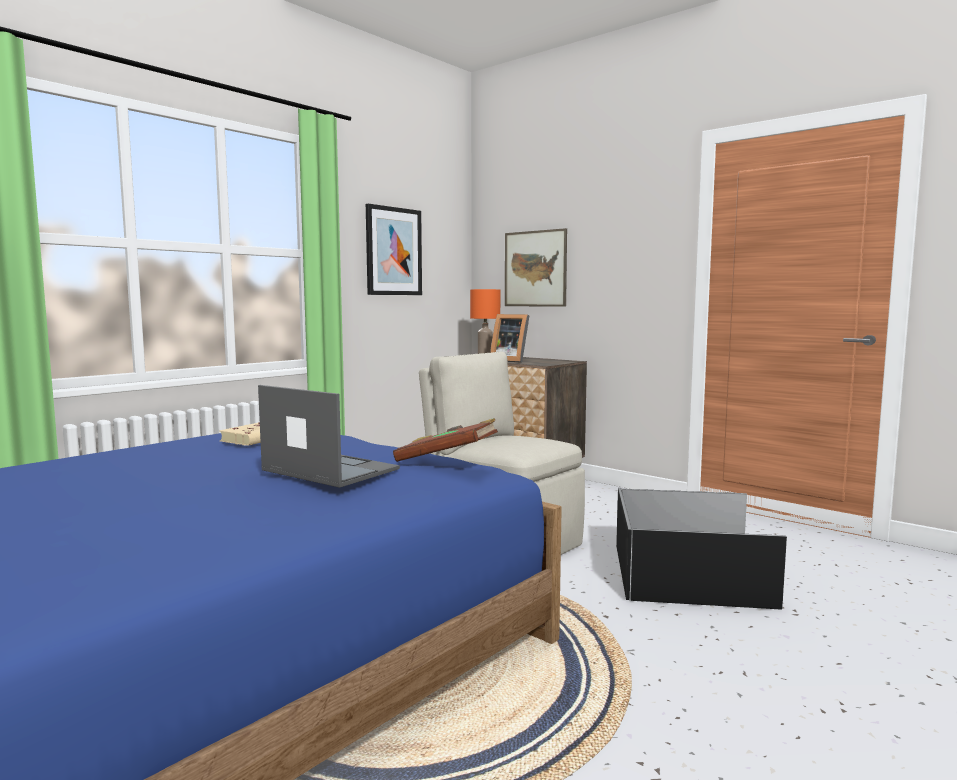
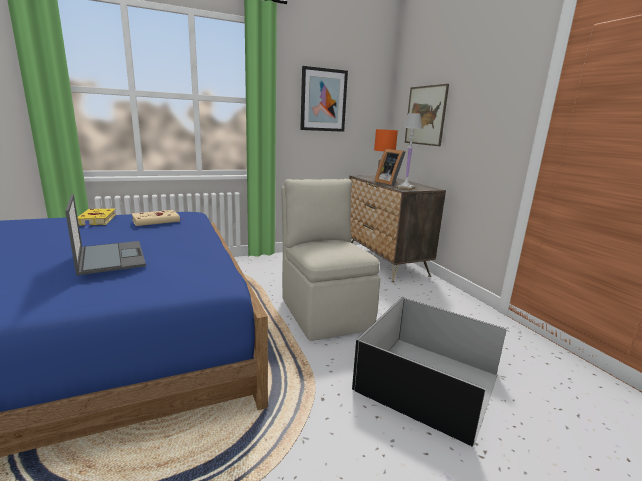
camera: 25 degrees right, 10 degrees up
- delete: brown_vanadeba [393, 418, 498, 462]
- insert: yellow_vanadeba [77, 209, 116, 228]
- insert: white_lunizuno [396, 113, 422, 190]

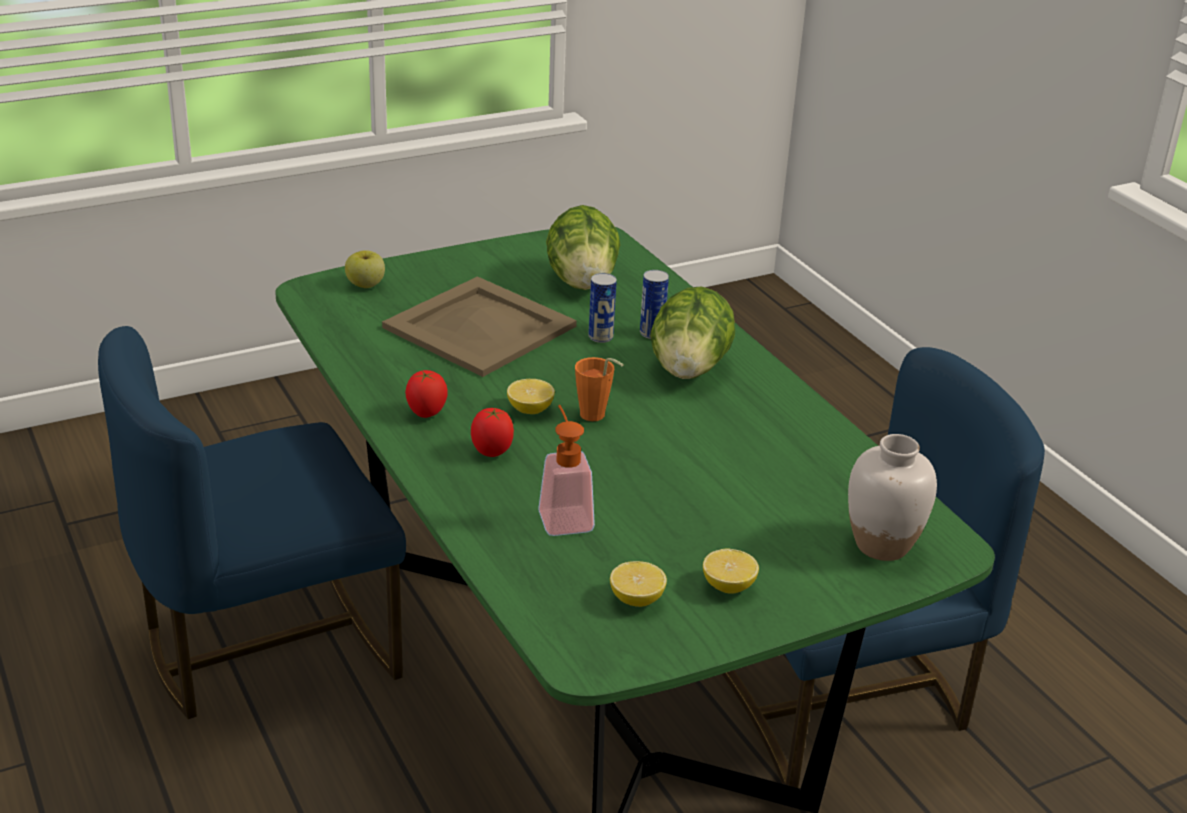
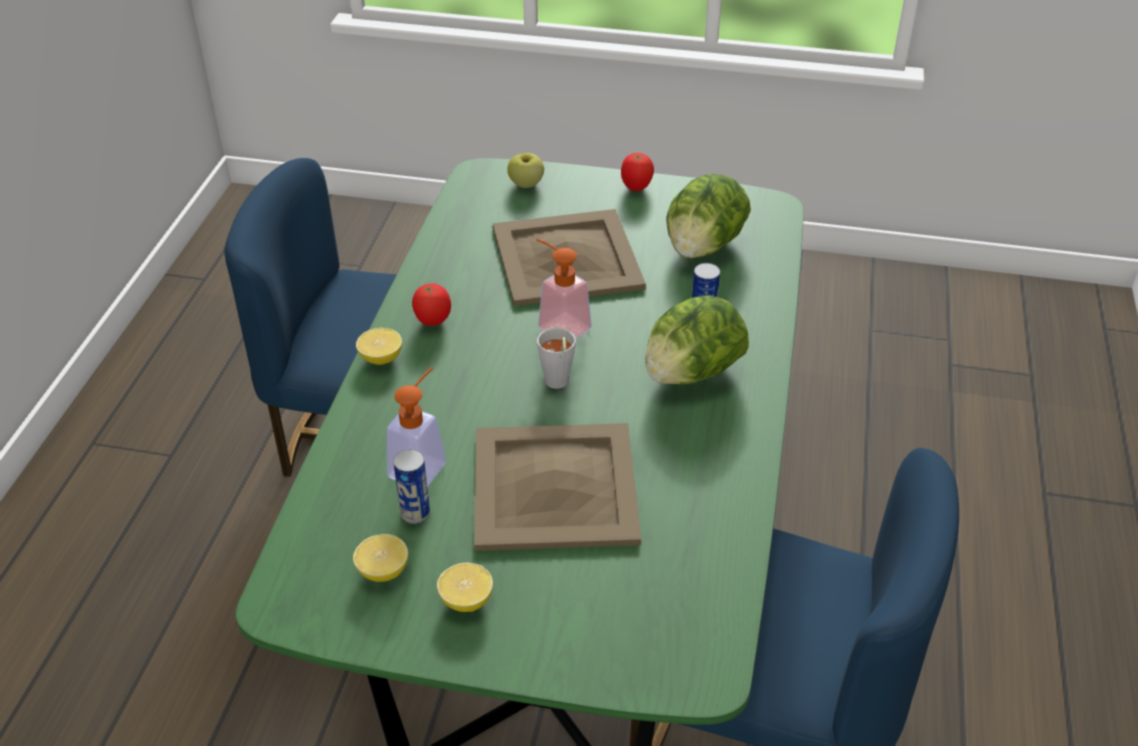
camera: 40 degrees right, 10 degrees up
- move: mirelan [471, 408, 514, 457] to [621, 153, 654, 191]
- move: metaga [507, 379, 555, 414] to [356, 327, 402, 365]
- recolor: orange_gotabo [575, 357, 624, 421] to grey_gotabo [537, 327, 576, 389]
- move: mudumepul [588, 273, 617, 343] to [393, 449, 430, 524]
- delete: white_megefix [848, 434, 937, 561]
- insert: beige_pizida [474, 423, 641, 551]
- insert: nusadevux [536, 239, 592, 338]

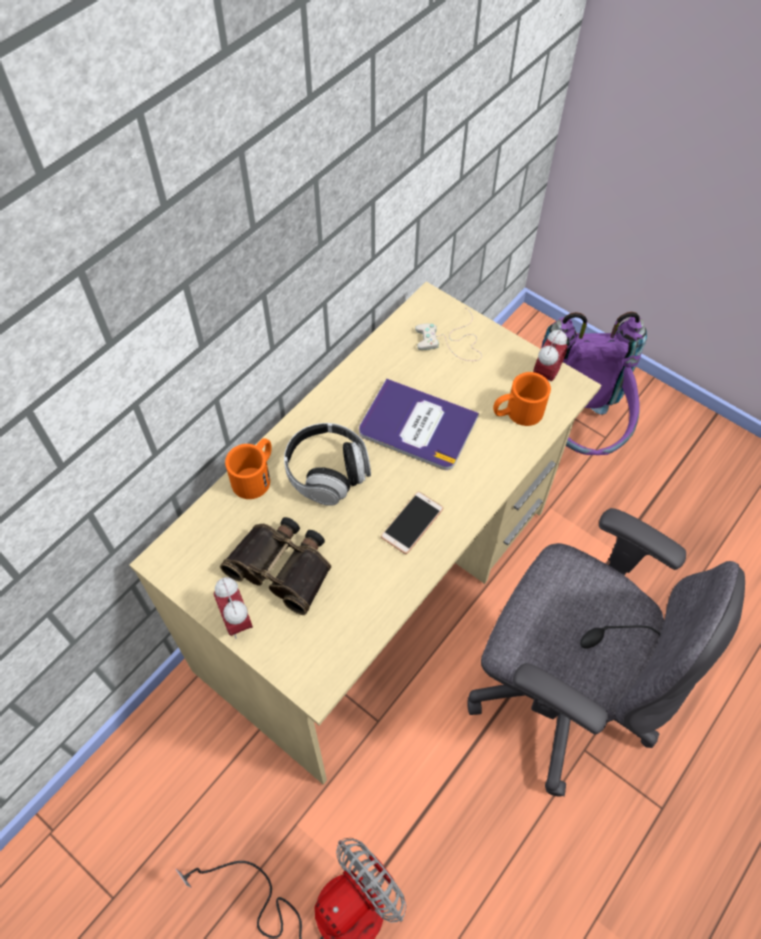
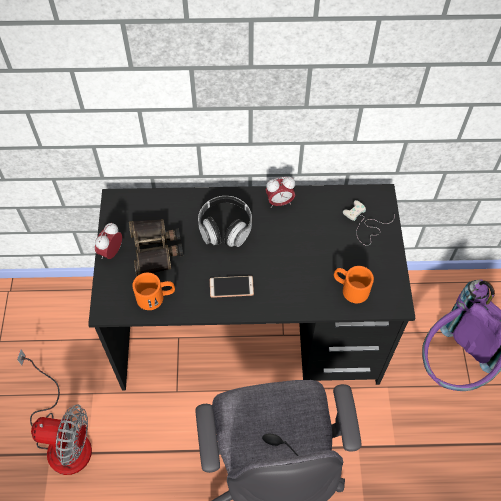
camera: 50 degrees right, 0 degrees up
- recolor: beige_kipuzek [129, 282, 601, 785] to black_kipuzek [88, 184, 416, 390]
- move: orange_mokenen [225, 438, 272, 499] to [132, 273, 175, 310]
- delete: vanadeba [359, 378, 479, 470]
- move: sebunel [533, 329, 568, 381] to [266, 177, 295, 208]

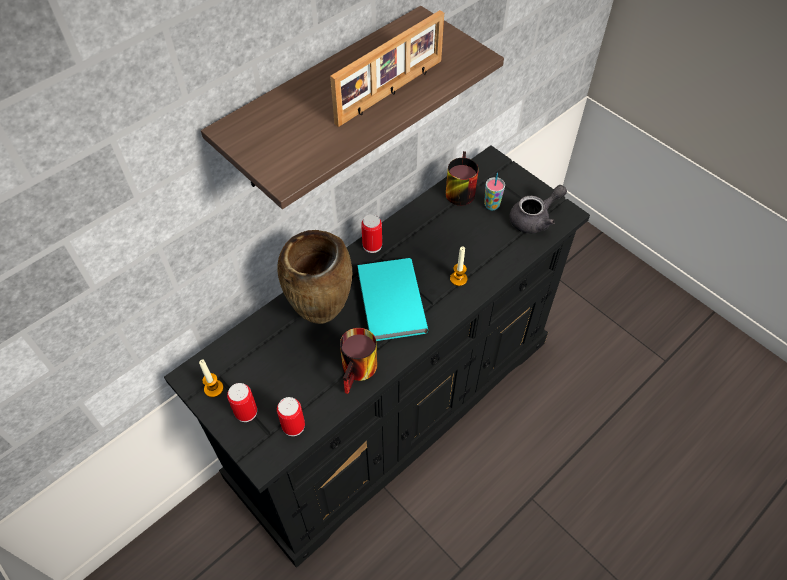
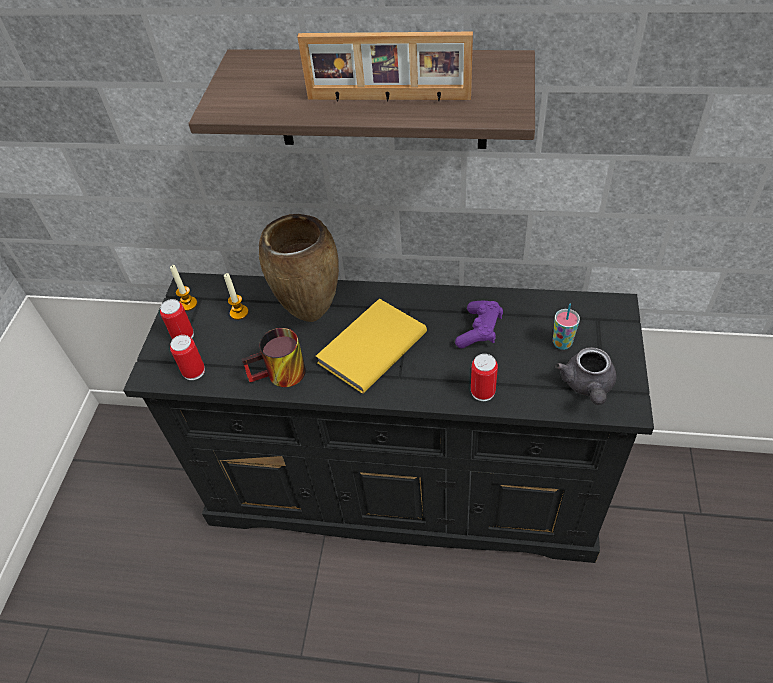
camera: 55 degrees right, 5 degrees down
- recolor: turquoise_vanadeba [358, 258, 428, 341] to yellow_vanadeba [316, 299, 427, 394]
- move: mudumepul [361, 214, 382, 253] to [471, 354, 498, 401]
- delete: mokenen [446, 151, 479, 206]
- move: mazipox [450, 247, 468, 286] to [224, 273, 249, 320]
- rotate: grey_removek [509, 185, 567, 234] = [555, 347, 617, 405] 75 degrees clockwise
- insert: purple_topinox [455, 301, 503, 348]

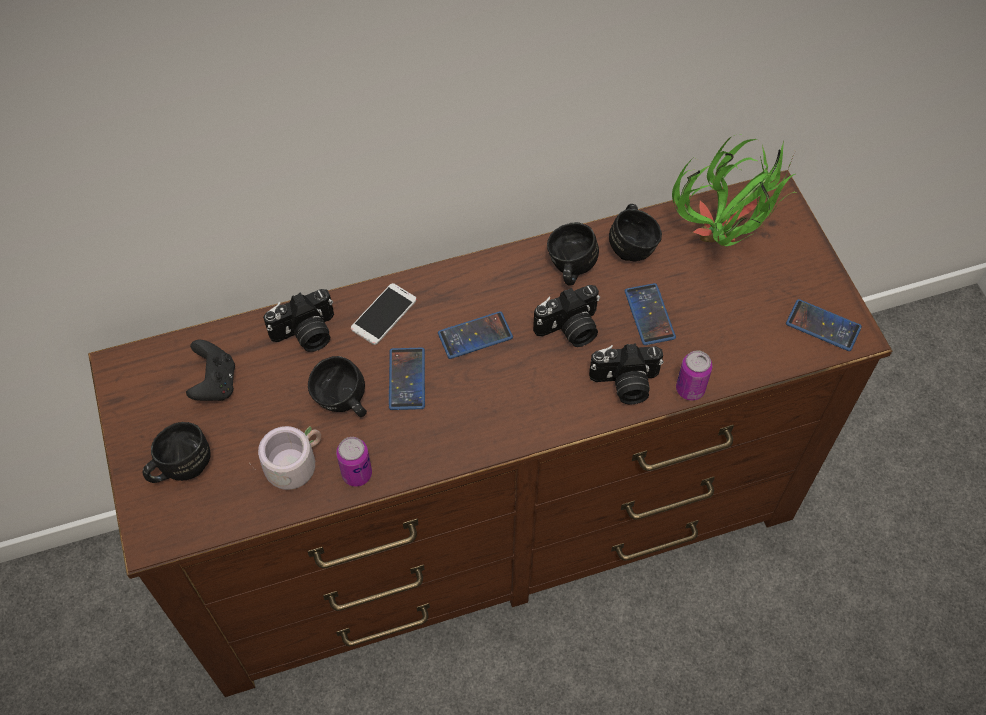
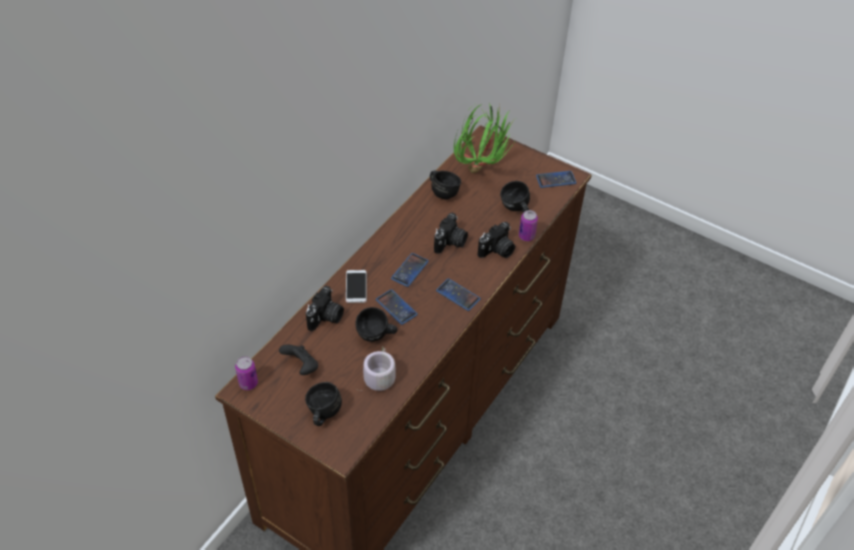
camera: 40 degrees left, 10 degrees down
- move: mudumepul [336, 437, 372, 487] to [235, 356, 258, 390]
- move: black_mokenen [547, 222, 599, 285] to [500, 181, 530, 213]
- move: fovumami [625, 283, 676, 345] to [436, 278, 481, 311]

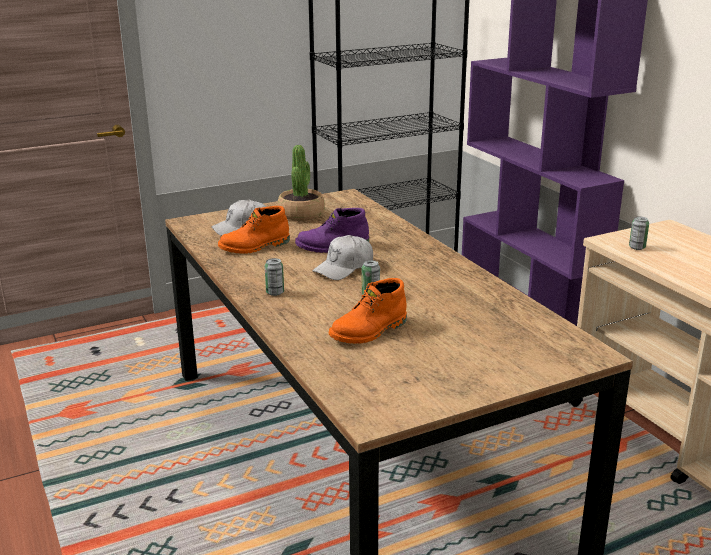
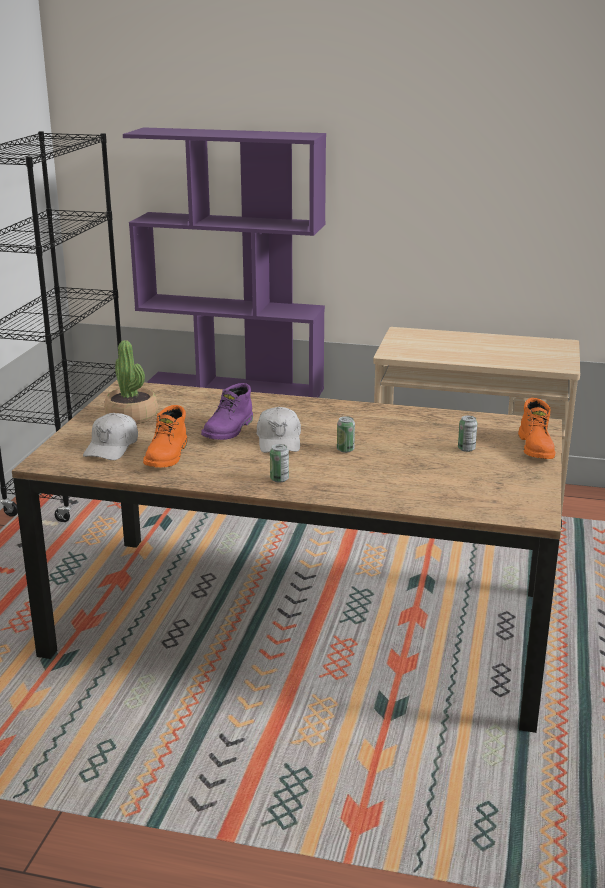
camera: 50 degrees left, 0 degrees up
- move: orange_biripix [329, 278, 407, 344] to [518, 398, 556, 459]
- move: mudumepul [629, 216, 649, 250] to [458, 416, 477, 452]

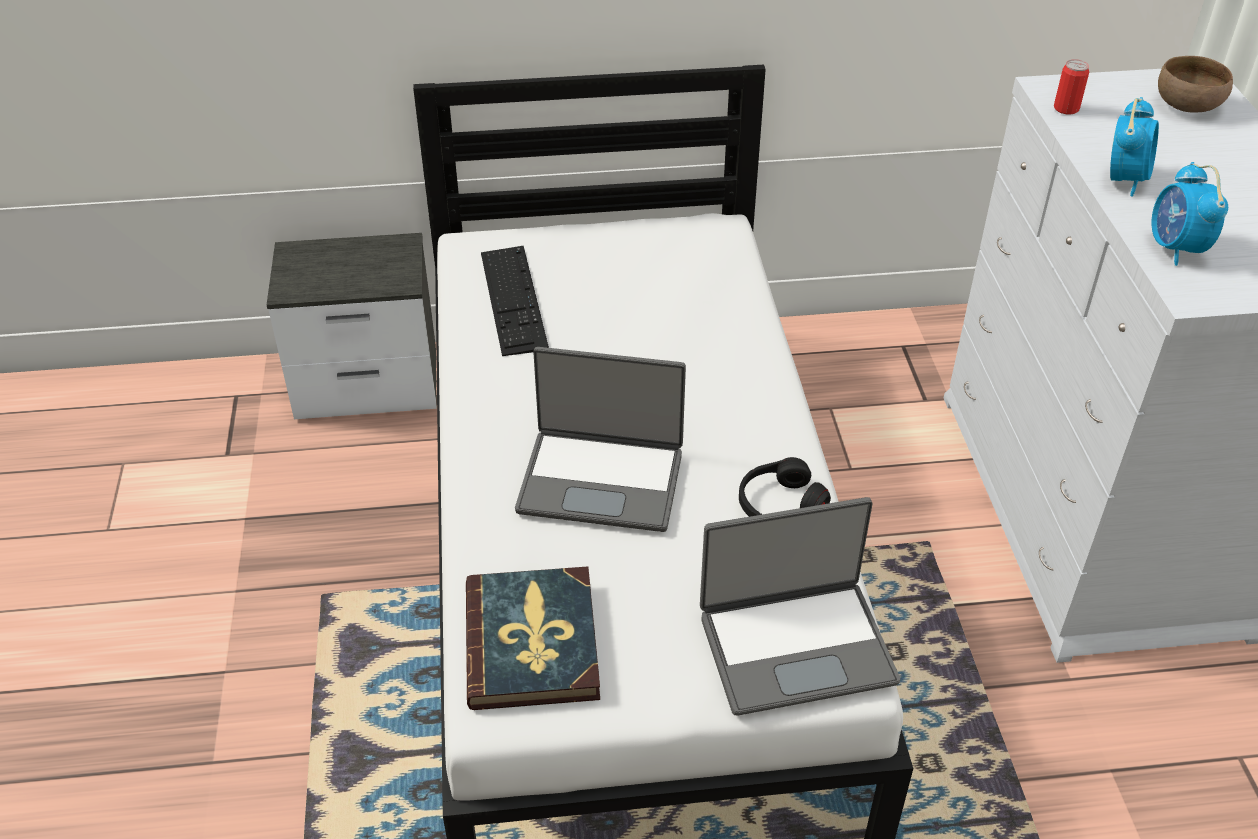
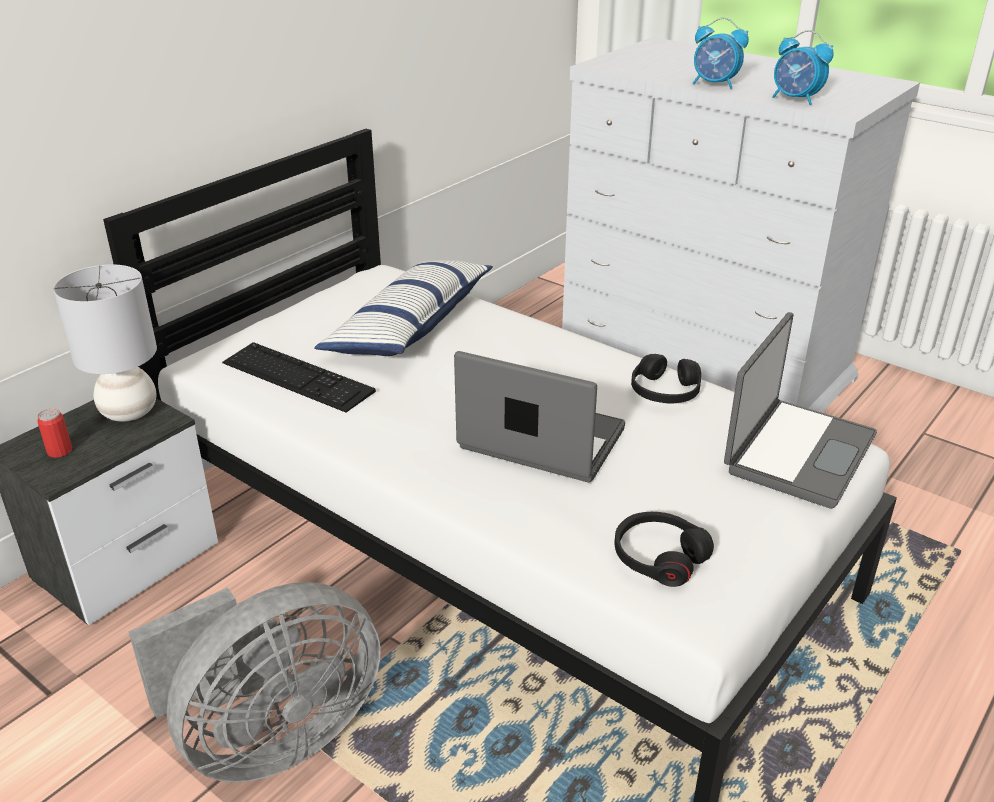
camera: 45 degrees left, 10 degrees down
- replace: vanadeba [466, 566, 600, 710] to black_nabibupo [614, 512, 714, 587]
- rotate: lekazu [515, 347, 686, 532] = [454, 351, 625, 483] 120 degrees counterclockwise
- move: mudumepul [1054, 59, 1089, 115] to [37, 408, 72, 458]
- rotate: sebunel [1110, 97, 1159, 197] = [693, 17, 749, 89] 135 degrees clockwise
- delete: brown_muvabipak [1158, 56, 1233, 113]
- insert: grey_lunizuno [53, 264, 157, 422]
- insert: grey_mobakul [128, 582, 380, 783]
- insert: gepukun [314, 260, 493, 356]

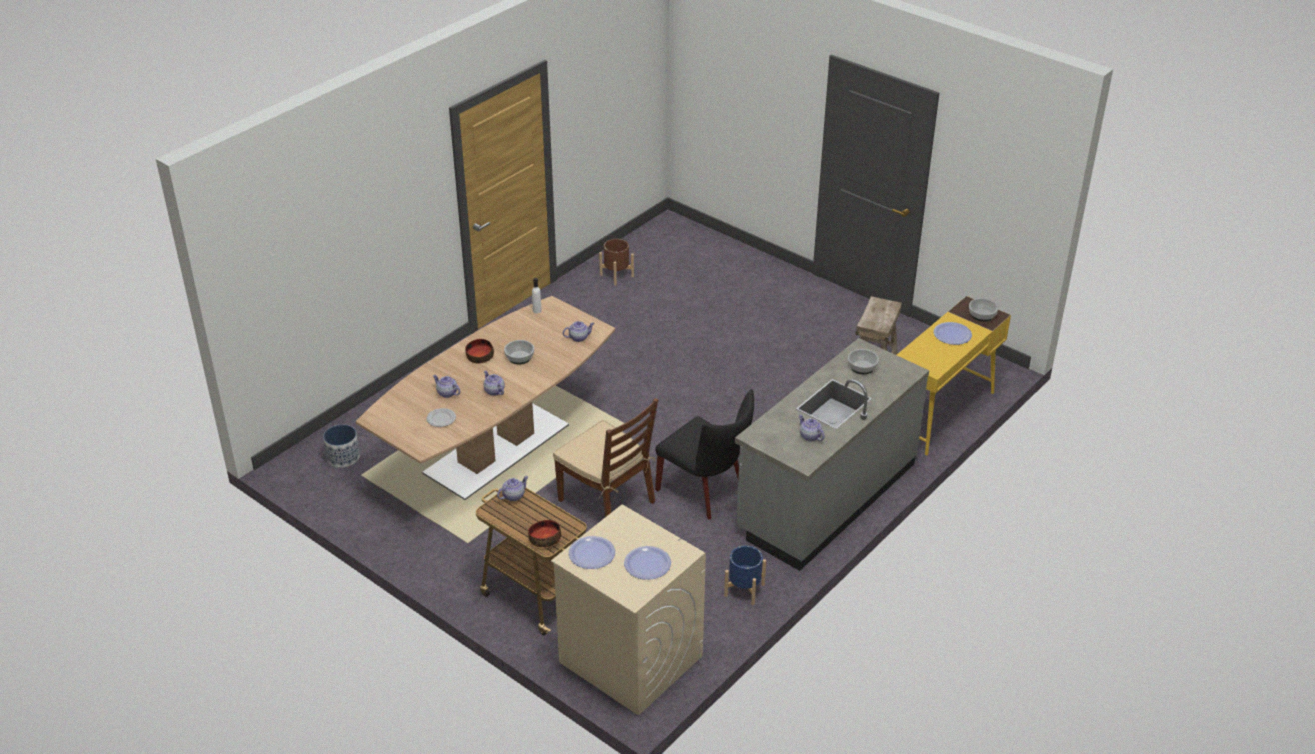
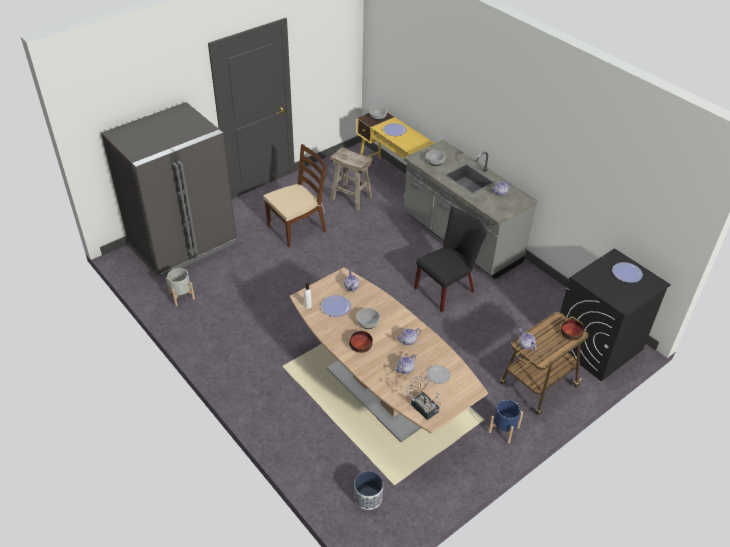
camera: 80 degrees left, 5 degrees up
- recolor: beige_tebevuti [551, 504, 706, 716] to black_tebevuti [559, 248, 671, 381]
- move: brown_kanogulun [553, 398, 658, 517] to [263, 144, 327, 247]
- move: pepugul [569, 536, 615, 569] to [321, 295, 351, 317]
- recolor: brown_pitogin [599, 239, 634, 285] to grey_pitogin [166, 268, 195, 306]
- move: blue_pitogin [724, 546, 766, 605] to [488, 400, 523, 443]
- insert: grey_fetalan [101, 102, 236, 278]
- insert: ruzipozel [405, 373, 445, 420]

